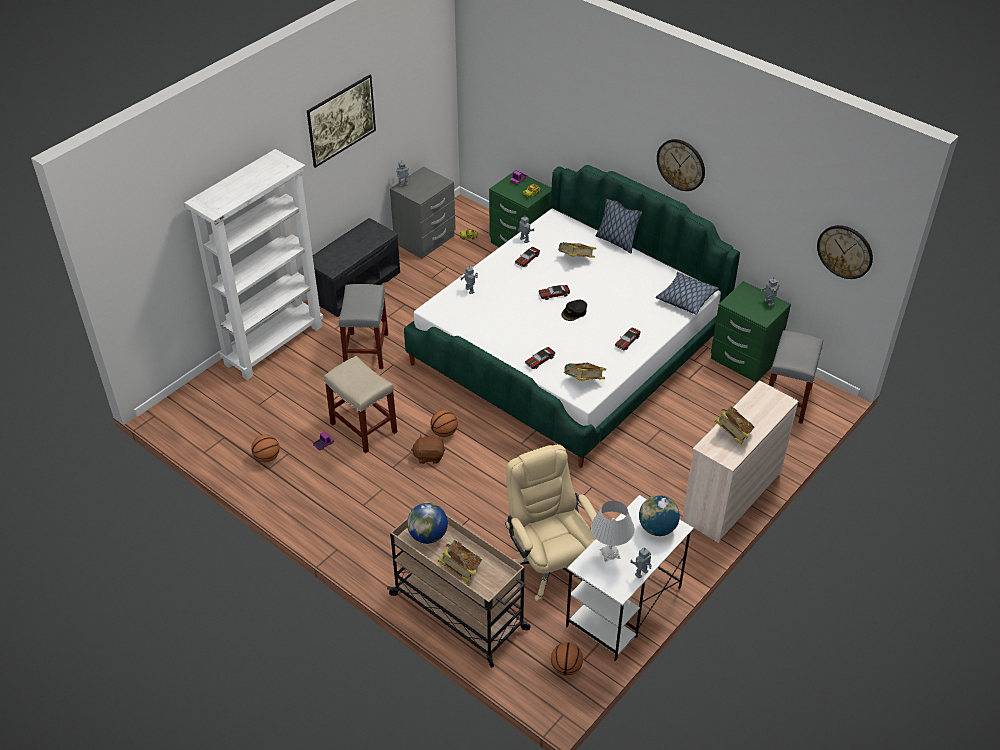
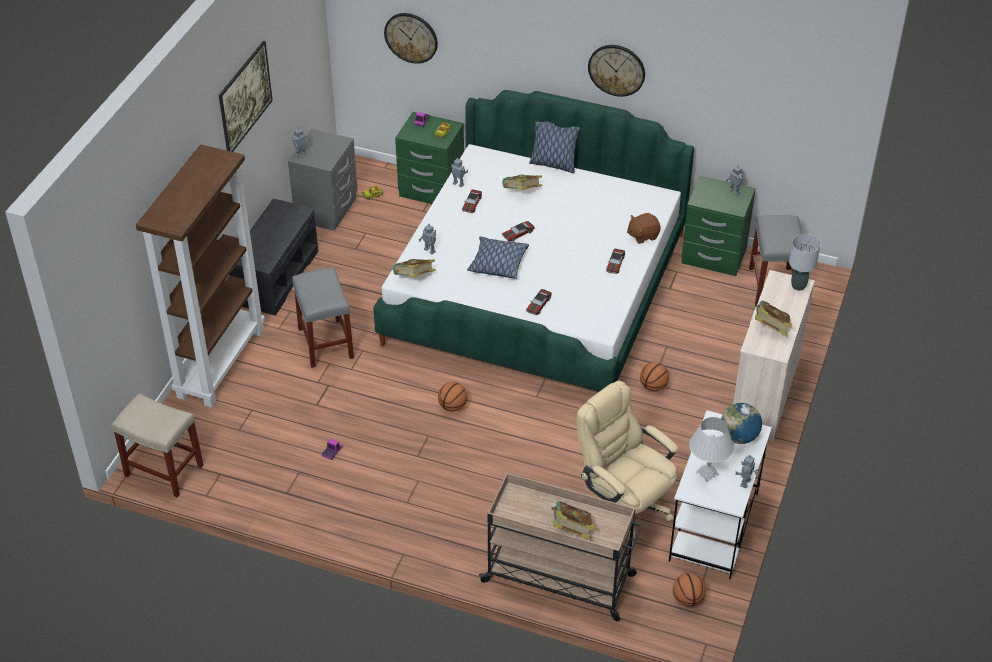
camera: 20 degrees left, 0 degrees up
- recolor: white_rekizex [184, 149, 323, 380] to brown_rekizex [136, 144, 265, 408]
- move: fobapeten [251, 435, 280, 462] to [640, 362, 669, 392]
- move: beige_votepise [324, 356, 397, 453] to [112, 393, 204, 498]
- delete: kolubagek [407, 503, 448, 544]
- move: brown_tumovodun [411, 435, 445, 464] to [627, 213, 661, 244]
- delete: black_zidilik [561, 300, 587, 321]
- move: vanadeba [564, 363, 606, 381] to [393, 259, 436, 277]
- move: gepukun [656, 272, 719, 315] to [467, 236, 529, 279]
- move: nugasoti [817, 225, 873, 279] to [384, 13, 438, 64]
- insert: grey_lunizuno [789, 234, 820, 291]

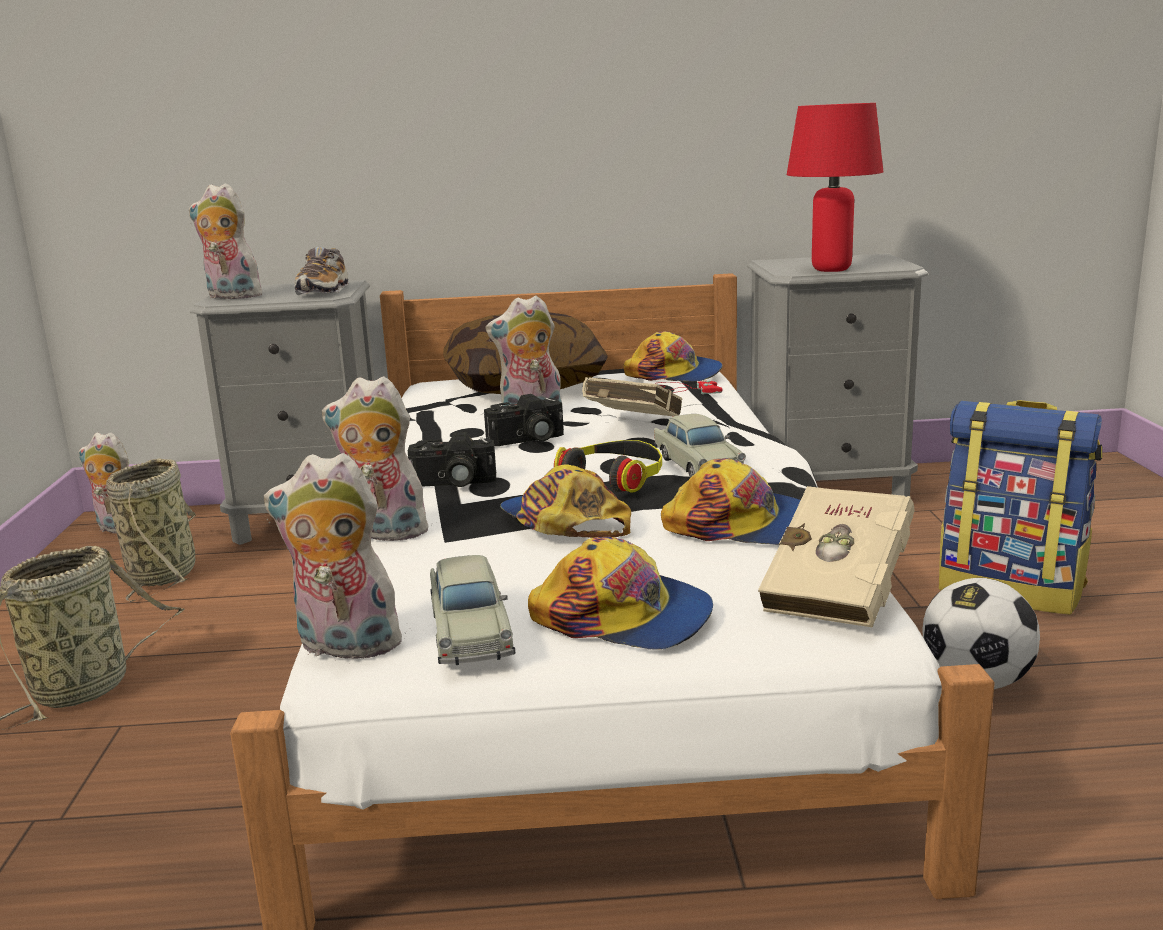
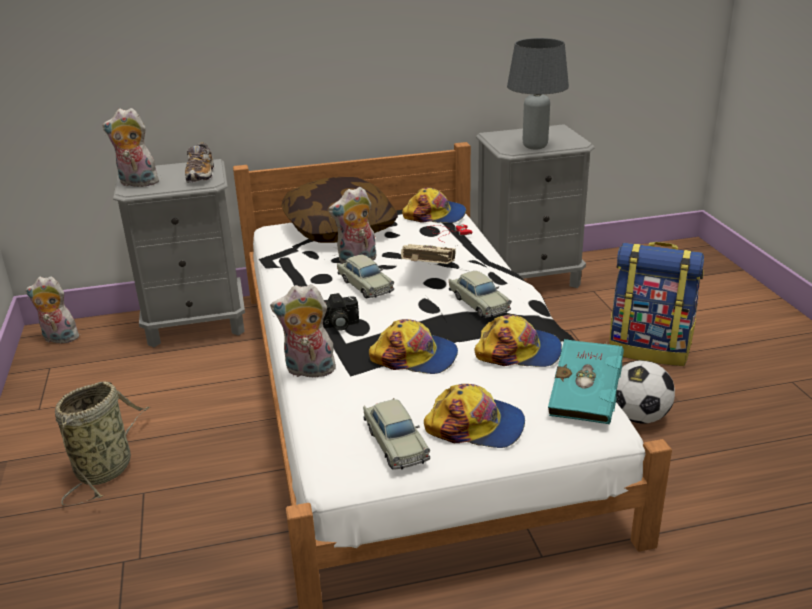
camera: 10 degrees left, 10 degrees up
- delete: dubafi [106, 458, 196, 602]
- delete: tumovodun [264, 453, 412, 664]
- replace: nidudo [484, 394, 564, 446] to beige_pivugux [337, 255, 394, 299]
- rotate: zidilik [500, 465, 631, 538] = [369, 319, 458, 374] 150 degrees clockwise
- delete: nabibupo [554, 440, 662, 493]
- recolor: beige_vanadeba [758, 486, 915, 628] to turquoise_vanadeba [548, 339, 624, 424]
- recolor: red_lunizuno [787, 103, 883, 272] to grey_lunizuno [507, 38, 569, 149]

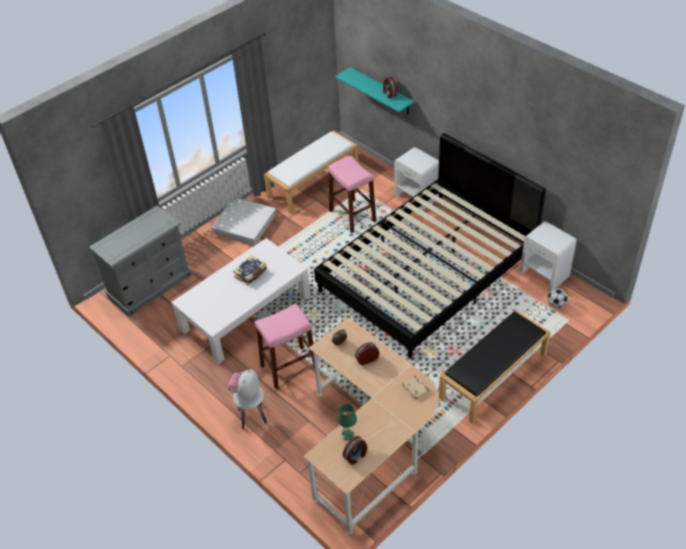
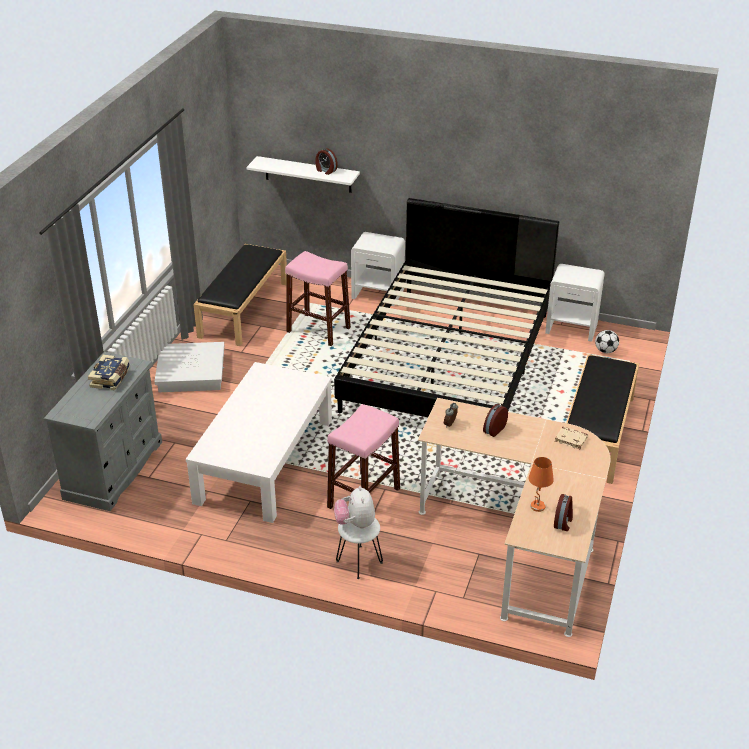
camera: 30 degrees left, 10 degrees down
- move: vanadeba [233, 255, 267, 285] to [88, 355, 130, 391]
- recolor: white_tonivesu [264, 131, 358, 213] to black_tonivesu [193, 244, 287, 346]
- recolor: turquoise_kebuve [335, 67, 414, 115] to white_kebuve [246, 156, 360, 193]
- recolor: green_lunizuno [338, 404, 357, 441] to orange_lunizuno [528, 457, 554, 512]

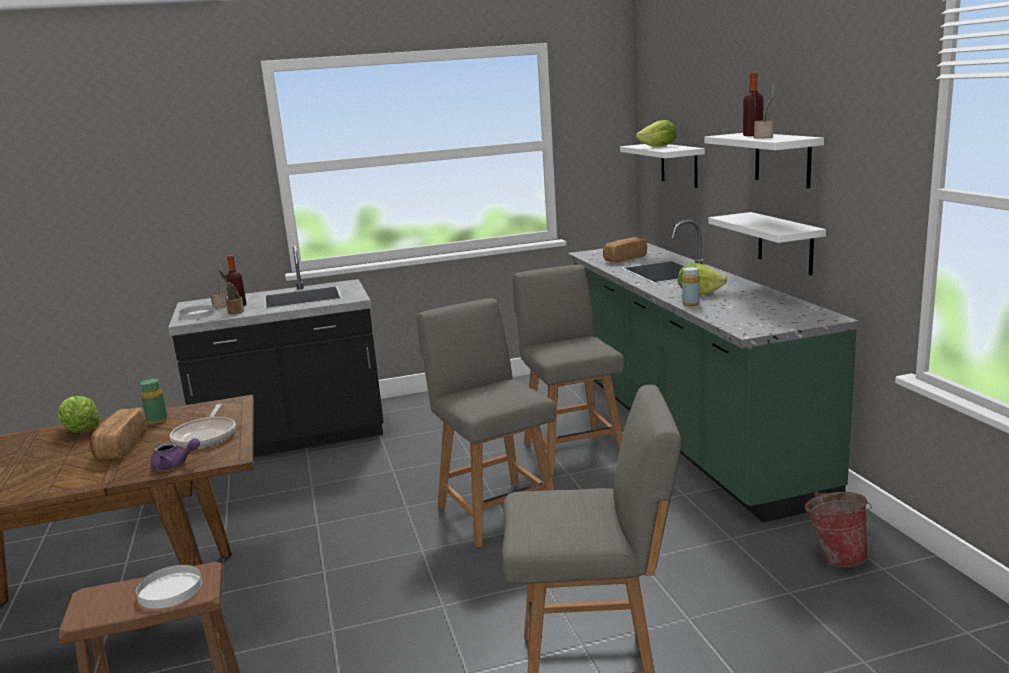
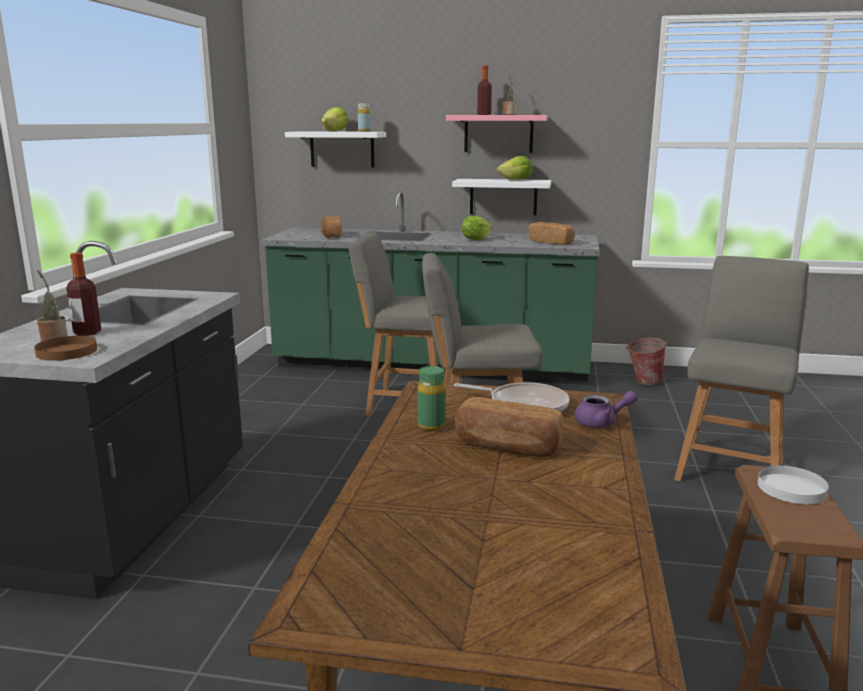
camera: 65 degrees left, 0 degrees up
- move: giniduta [58, 396, 100, 433] to [497, 156, 533, 180]
- rotate: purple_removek [150, 438, 200, 470] = [574, 391, 638, 427] 60 degrees clockwise
- recolor: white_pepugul [179, 305, 215, 319] to brown_pepugul [34, 336, 97, 361]
- delete: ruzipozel [219, 270, 244, 314]
- move: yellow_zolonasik [682, 267, 700, 306] to [358, 103, 371, 132]
- recolor: white_kebuve [705, 133, 824, 188] to pink_kebuve [446, 115, 548, 153]
- insert: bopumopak [529, 222, 575, 245]

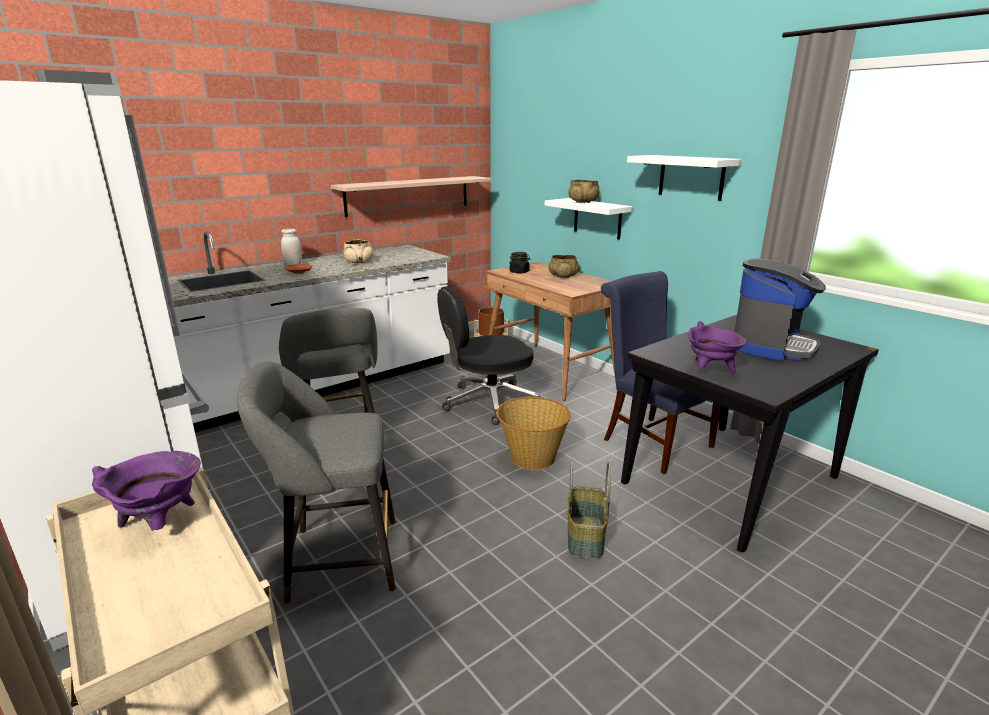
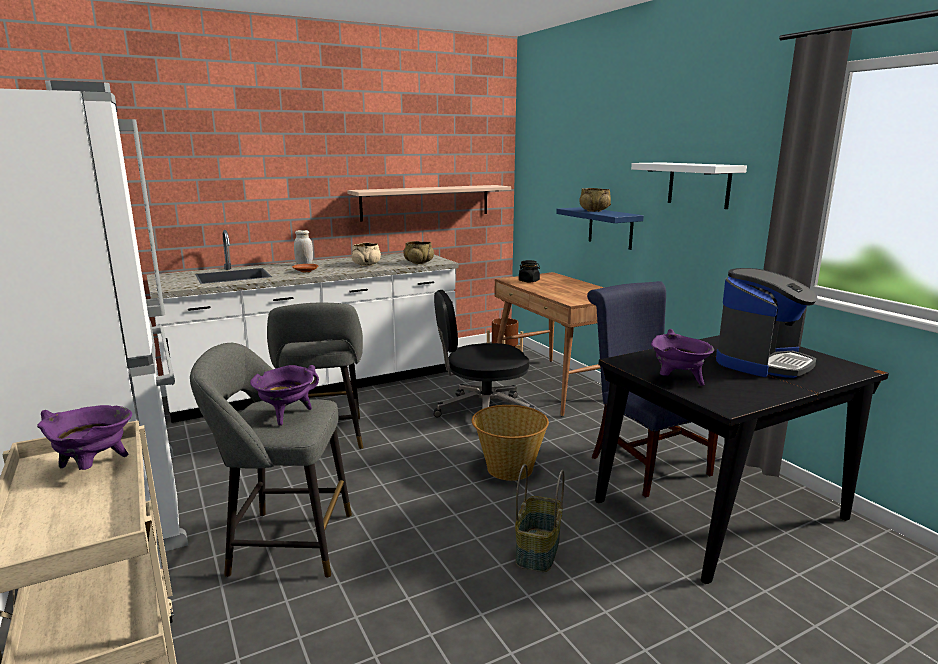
camera: 10 degrees right, 5 degrees down
- recolor: white_kebuve [545, 198, 633, 240] to blue_kebuve [556, 207, 644, 250]
- move: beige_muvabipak [548, 255, 579, 278] to [403, 241, 434, 264]
- insert: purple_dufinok [250, 365, 319, 426]

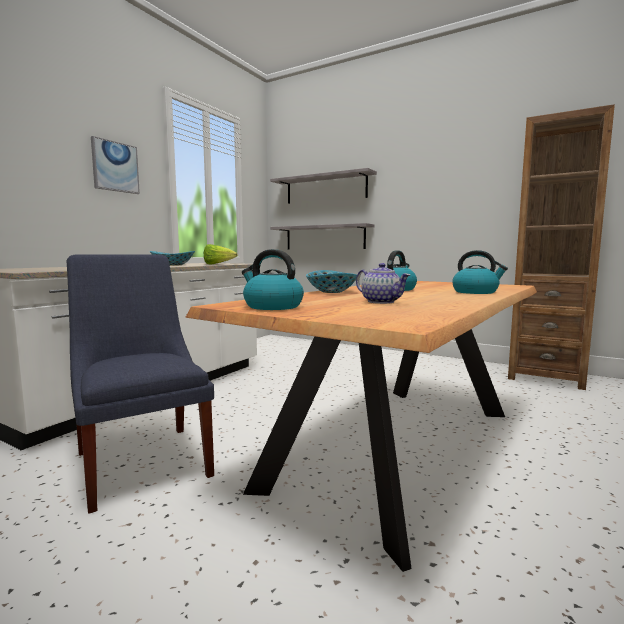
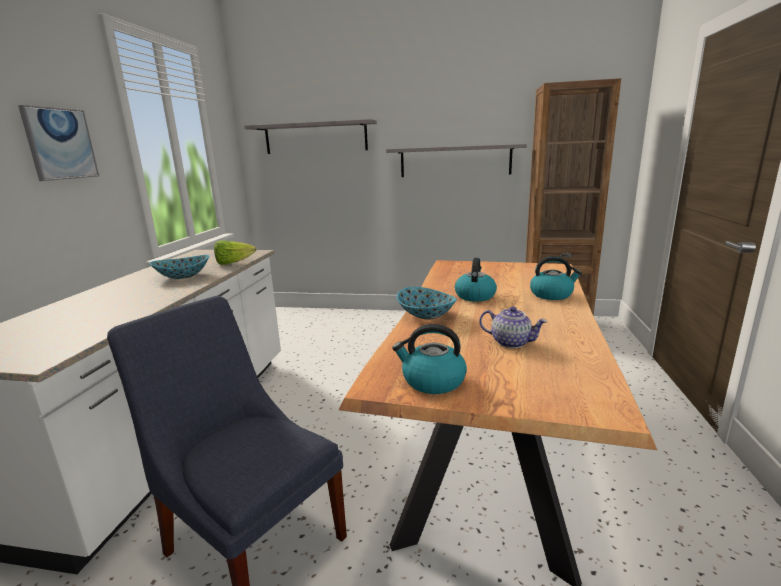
camera: 20 degrees left, 10 degrees up
- move: grey_kebuve [270, 223, 375, 250] to [386, 144, 527, 177]

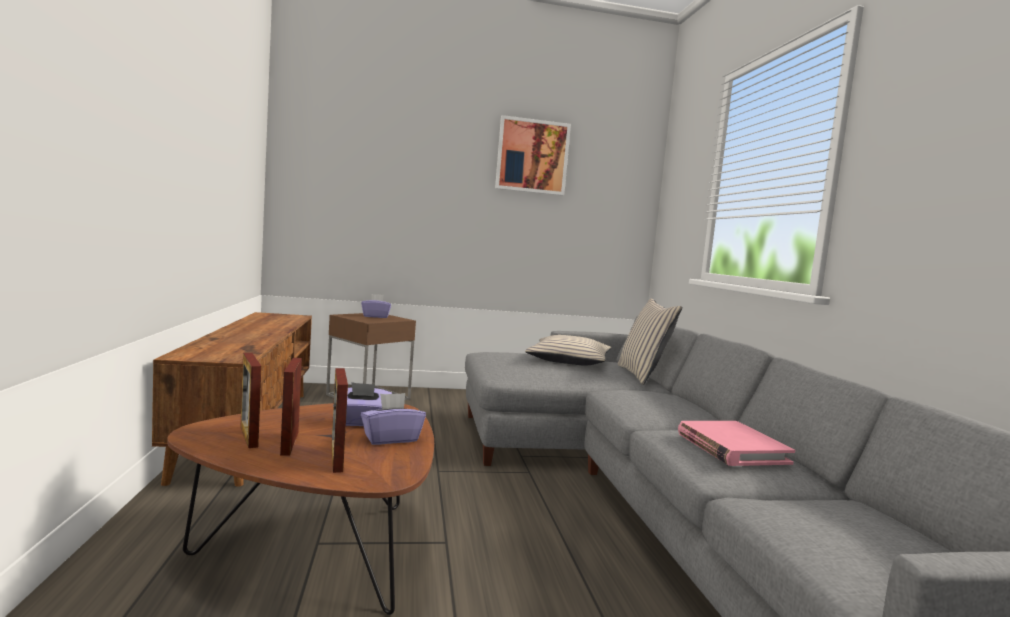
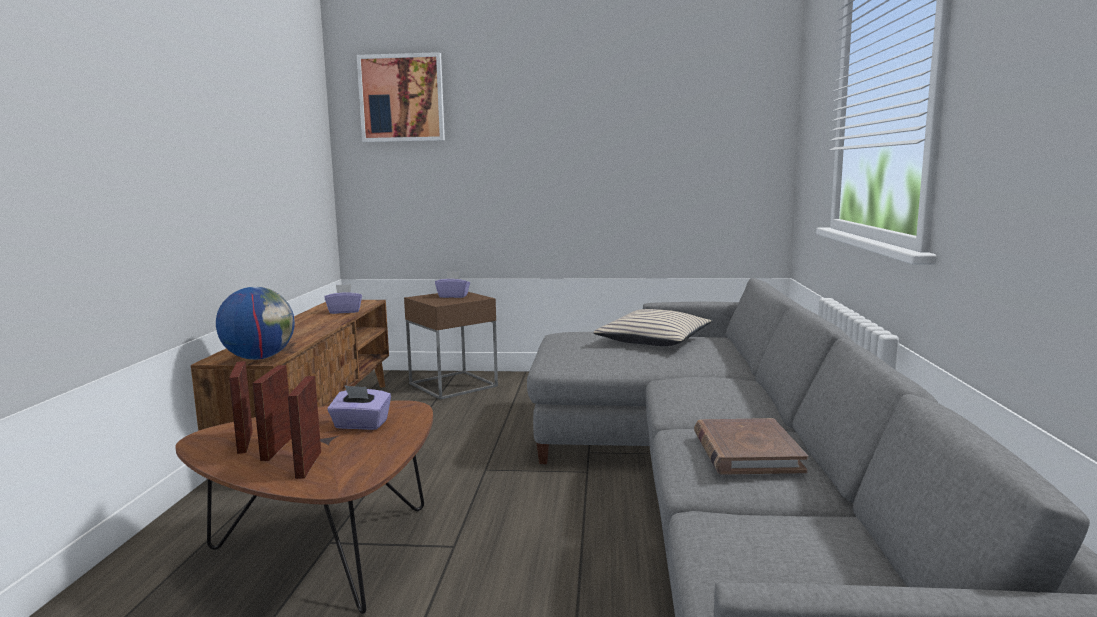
camera: 15 degrees right, 5 degrees up
- move: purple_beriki [361, 393, 426, 445] to [324, 284, 362, 314]
- move: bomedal [495, 115, 571, 196] to [357, 52, 445, 142]
- delete: beige_gepukun [618, 298, 682, 385]
- recolor: pink_vanadeba [678, 421, 795, 466] to brown_vanadeba [694, 418, 808, 475]
- insert: kolubagek [216, 287, 295, 360]

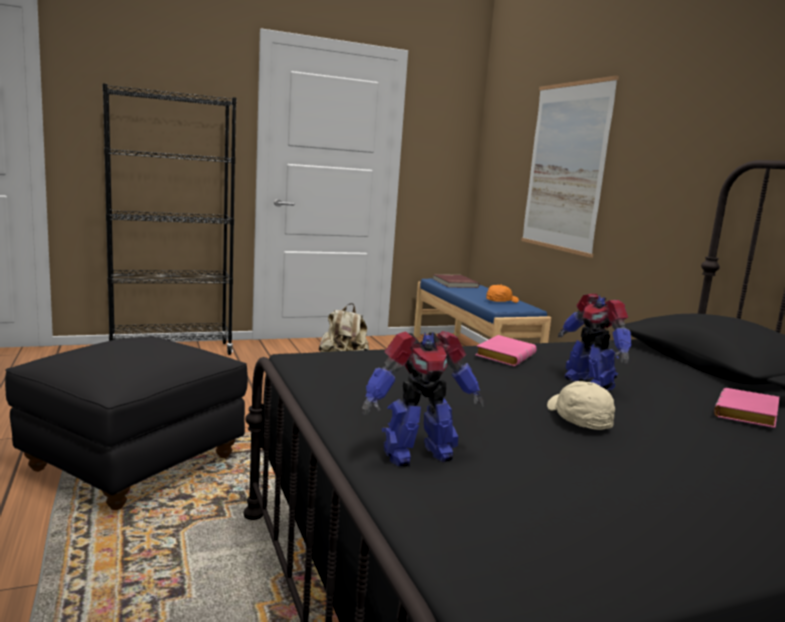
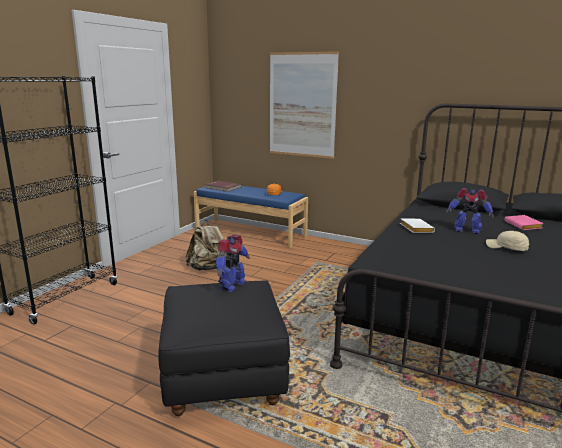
camera: 40 degrees left, 5 degrees up
- move: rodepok [362, 331, 484, 466] to [216, 235, 250, 292]
- recolor: pink_vanadeba [475, 335, 537, 366] to white_vanadeba [400, 218, 435, 233]

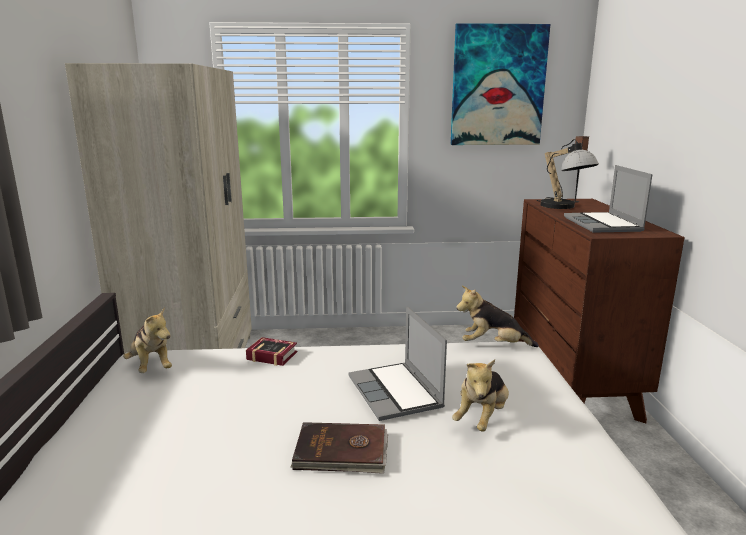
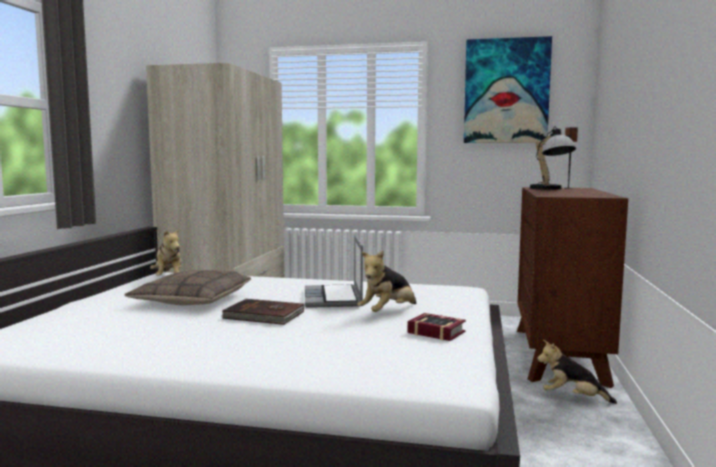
camera: 15 degrees right, 10 degrees down
- move: vanadeba [246, 337, 297, 366] to [407, 313, 466, 341]
- move: tumovodun [456, 286, 539, 347] to [537, 340, 617, 404]
- delete: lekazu [564, 165, 653, 233]
- insert: gepukun [124, 270, 251, 305]

